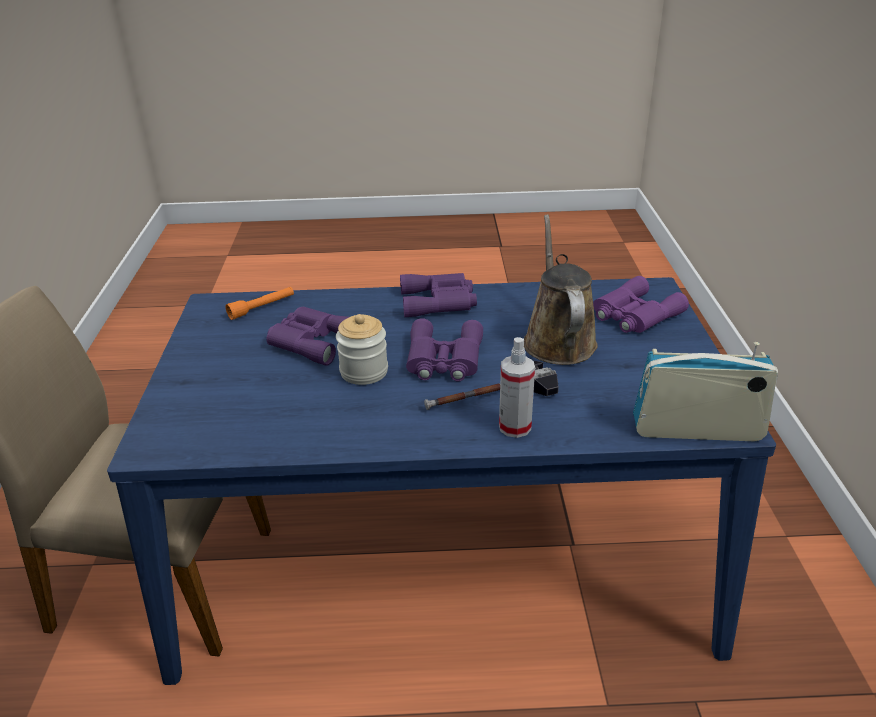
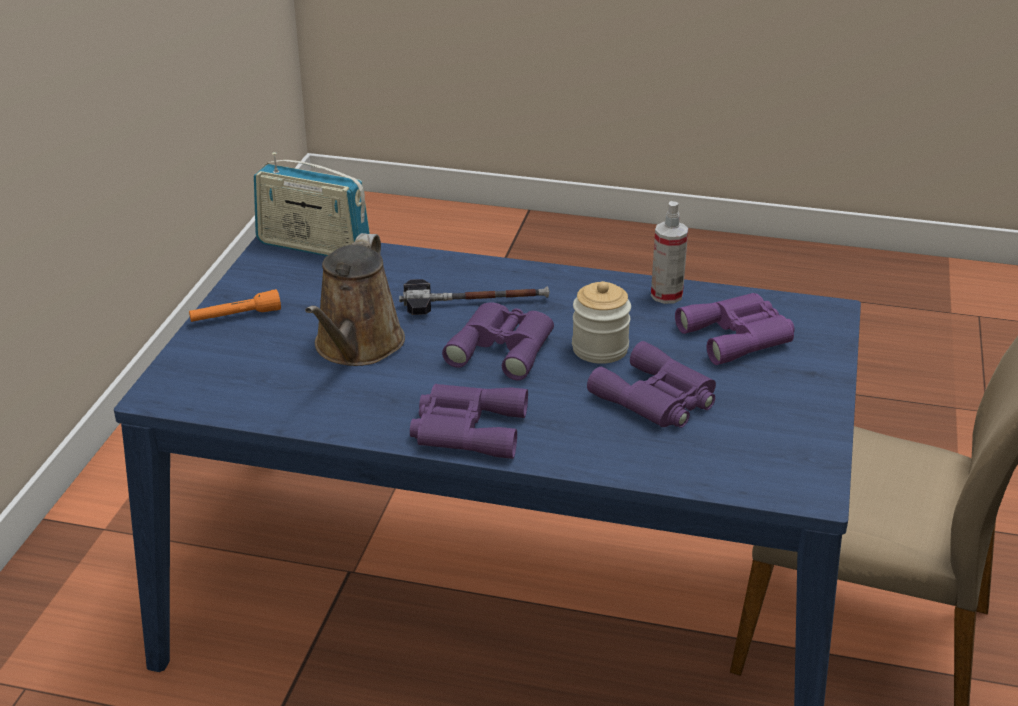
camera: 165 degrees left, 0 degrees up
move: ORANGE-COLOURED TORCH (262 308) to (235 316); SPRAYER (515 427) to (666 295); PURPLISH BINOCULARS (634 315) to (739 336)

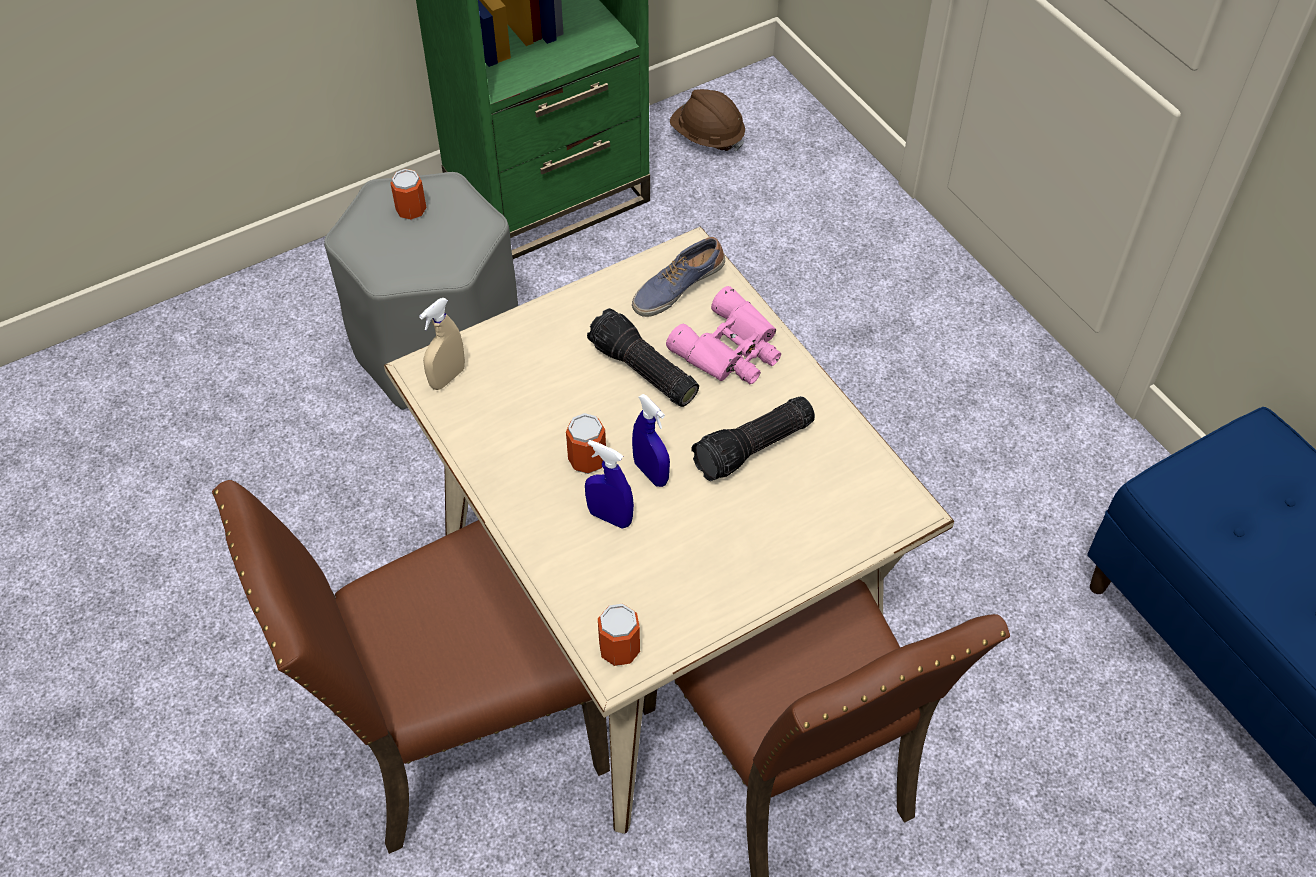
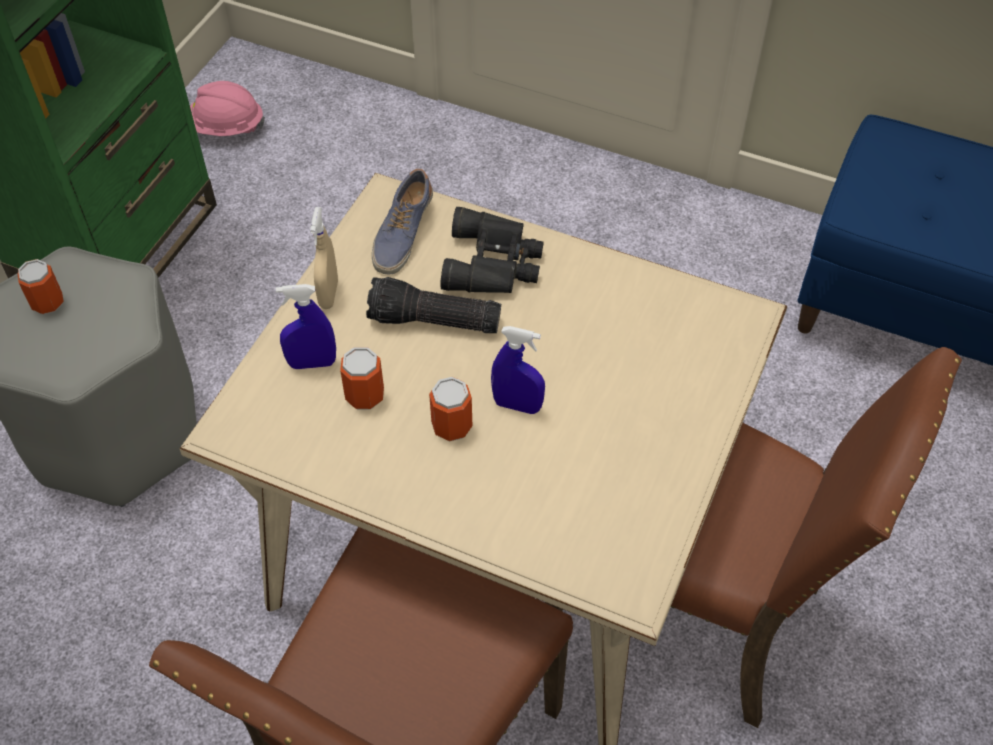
camera: 35 degrees left, 0 degrees up
delete: TORCH (754 449)
move: BLUISH SPRAYER (610 517) to (312 363); SAND-COLOURED SPRAYER (447 378) to (328 294); CAN (619 649) to (365 396)
recolor: BROWN WORK HELMET (707 137) to PINK WORK HELMET (226 128); PINK BINOCULARS (731 350) to BLACK BINOCULARS (494 263)

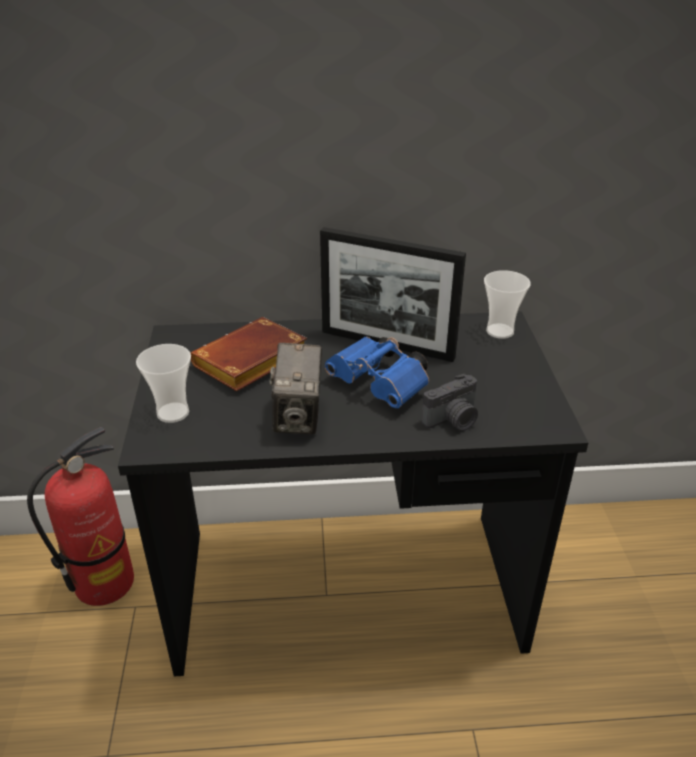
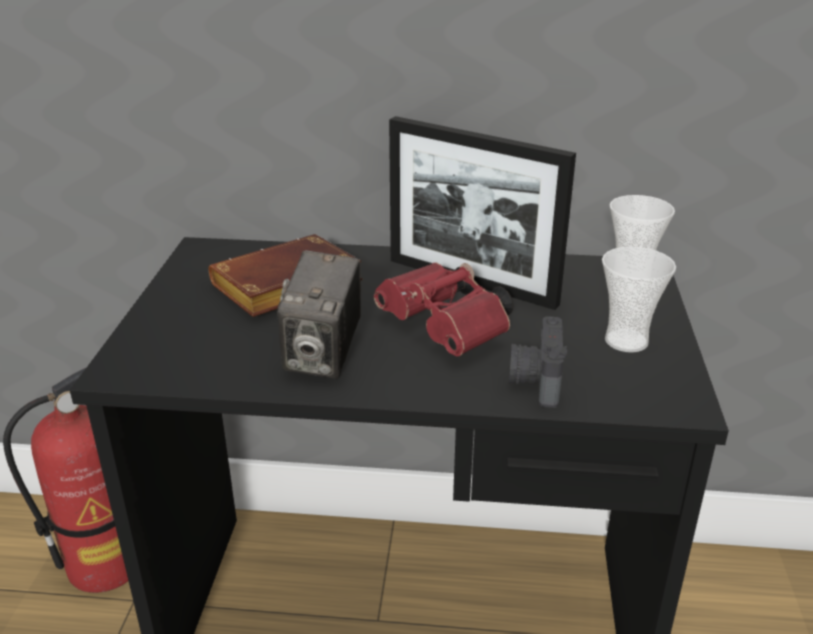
camera: 10 degrees right, 5 degrees down
move: CUP (173 413) to (626 341)
recolor: BLUISH BINOCULARS (381 386) to RED BINOCULARS (448 330)
rotate: PHOTO CAMERA (453 420) = (535 381) 120 degrees clockwise

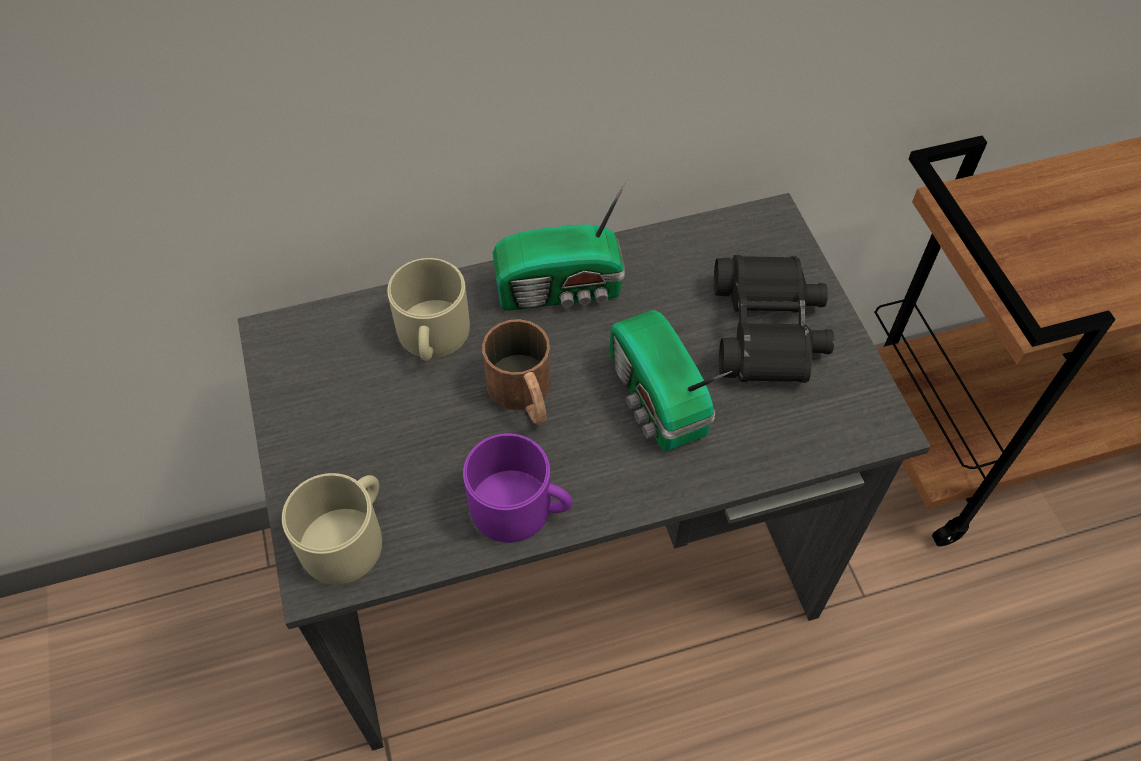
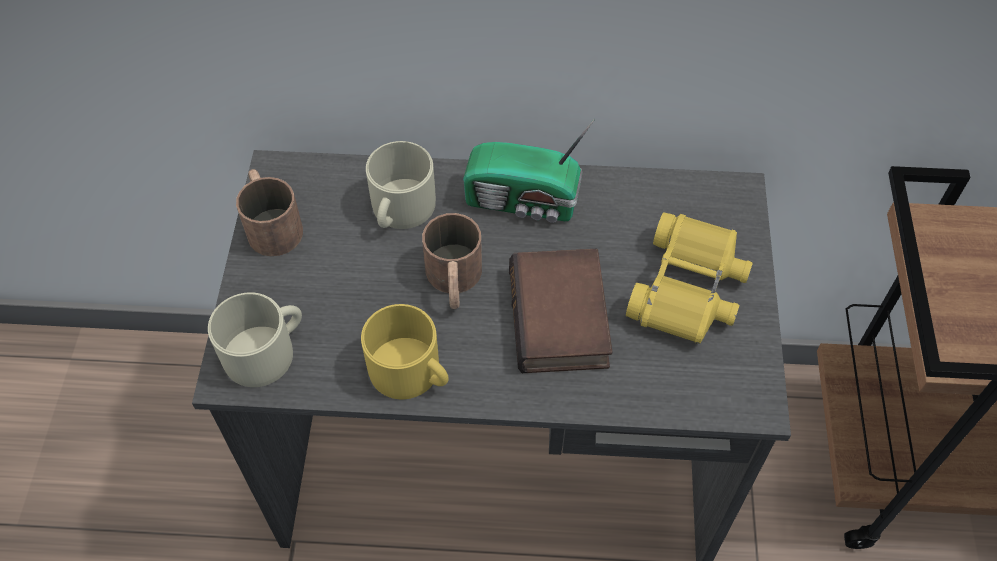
camera: 20 degrees right, 0 degrees up
insert: BROWN COFFEE MUG (270 222)
replace: RADIO SET (656 400) to BOUND BOOK (563 319)
recolor: PURPLISH COFFEE MUG (521 508) to YELLOW COFFEE MUG (411 373); BLACK BINOCULARS (768 330) to YELLOW BINOCULARS (689 288)

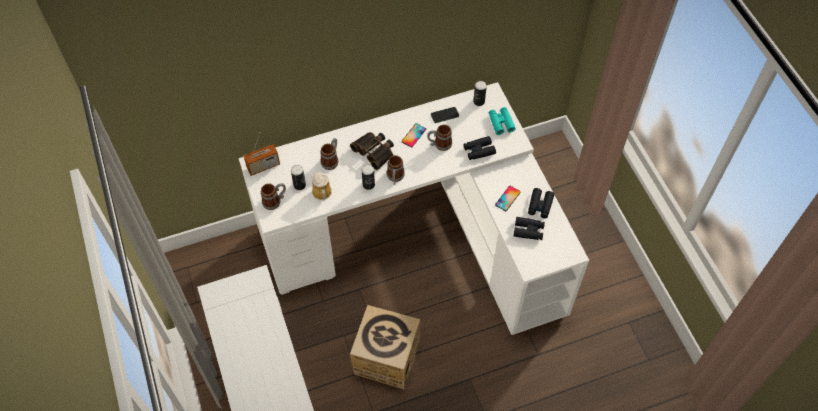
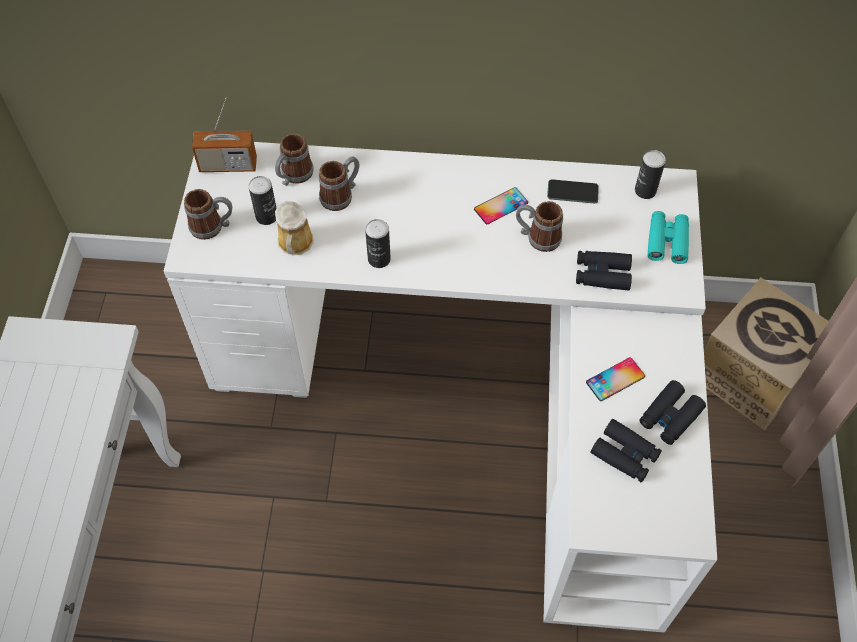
camera: 25 degrees right, 0 degrees up
delete: BINOCULARS (375 151)
move: COFFEE MUG (395 177) to (293 176); CARDBOARD BOX (386 357) to (750 375)

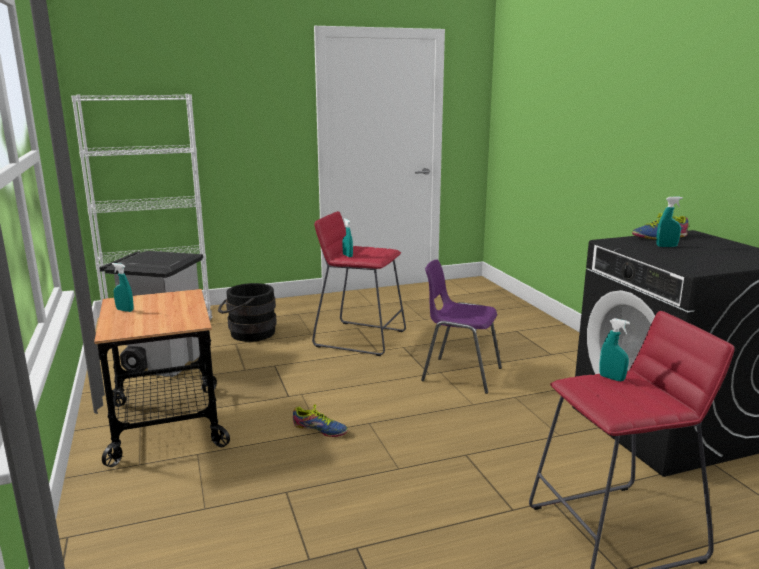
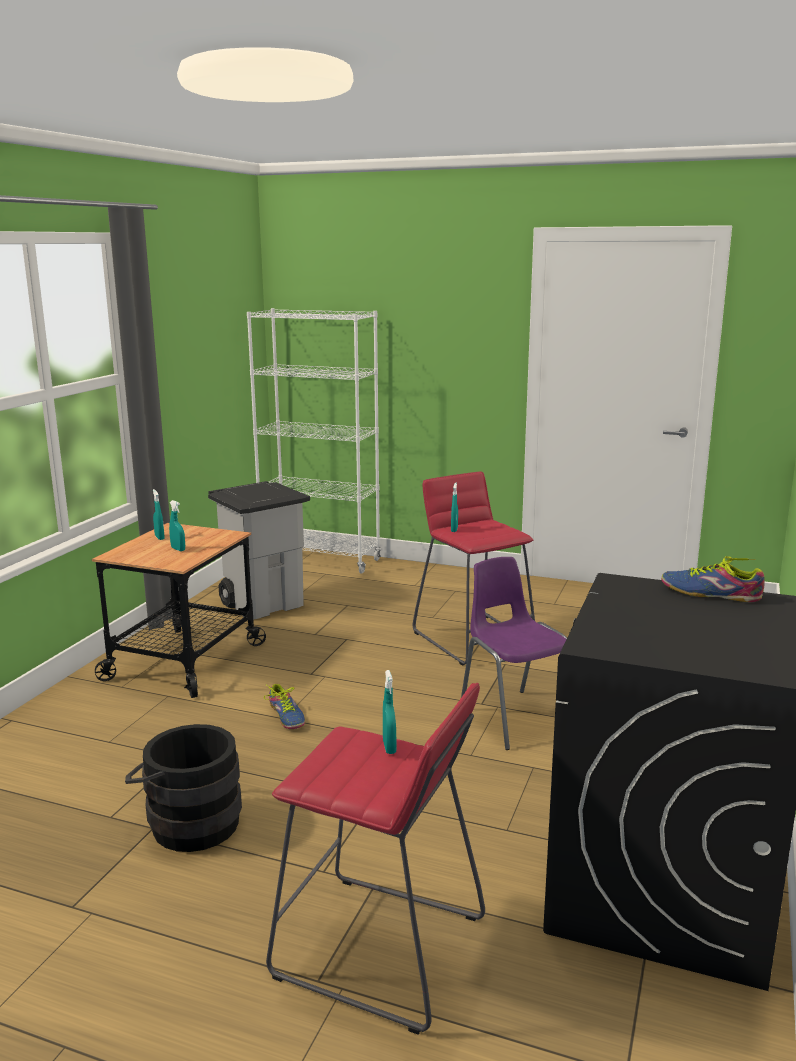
camera: 40 degrees right, 0 degrees up
move: BLACK PAIL (248 333) to (188 822); TURQUOISE SPRAYER (666 246) to (178 549)

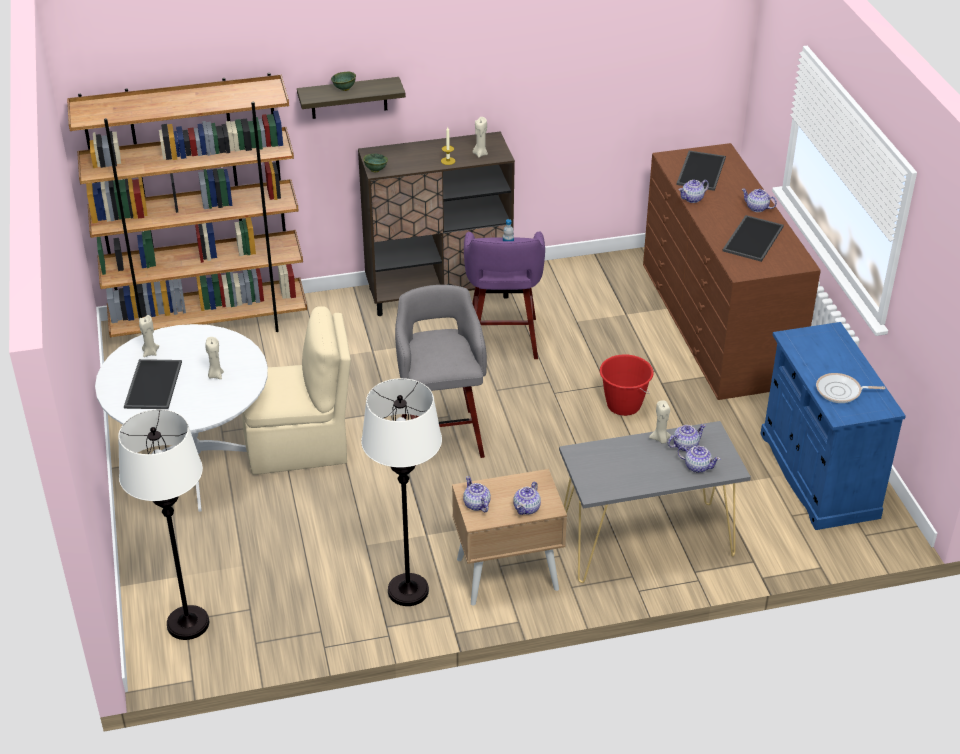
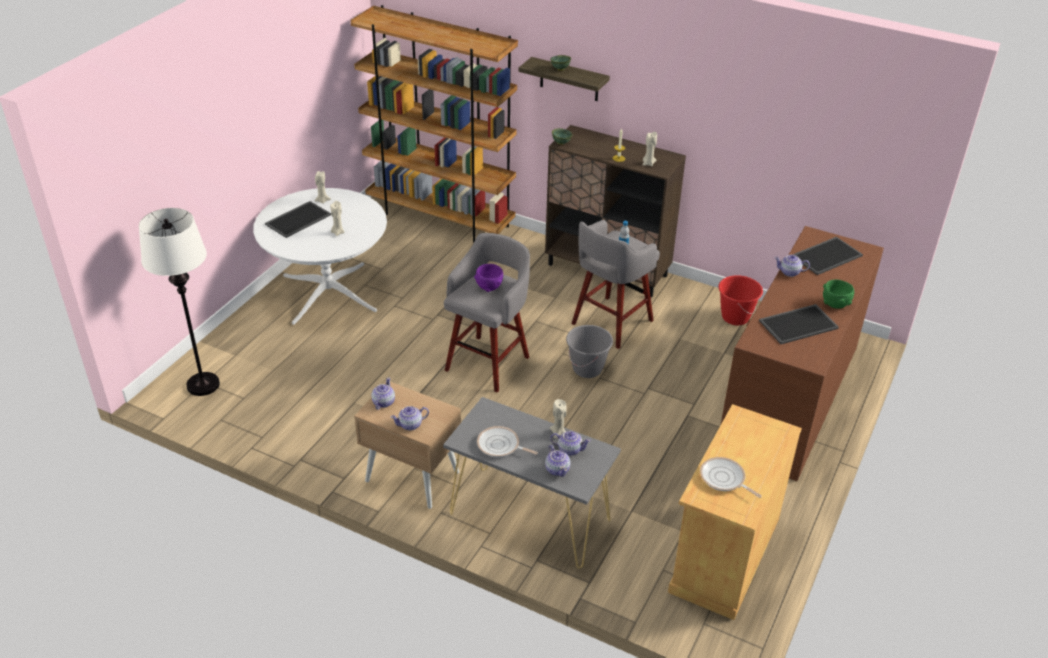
camera: 40 degrees right, 0 degrees up
delete: SAND-COLOURED CHAIR (300 446); WHITE-COLOURED FLOOR LAMP (407 591)
insert: PURPLISH SERVING BOWL (489 287); FRYING PAN (500 446); GRAY PAIL (587 369)
move: RED PAIL (623 405) to (735 317)
replace: POT FOR TEA (757 208) to GREEN-COLOURED SERVING BOWL (835 304)
recolor: PURPLISH STOOL (503 340) to GRAY STOOL (610 323); BLUISH CUPBOARD (818 475) to SAND-COLOURED CUPBOARD (724 554)

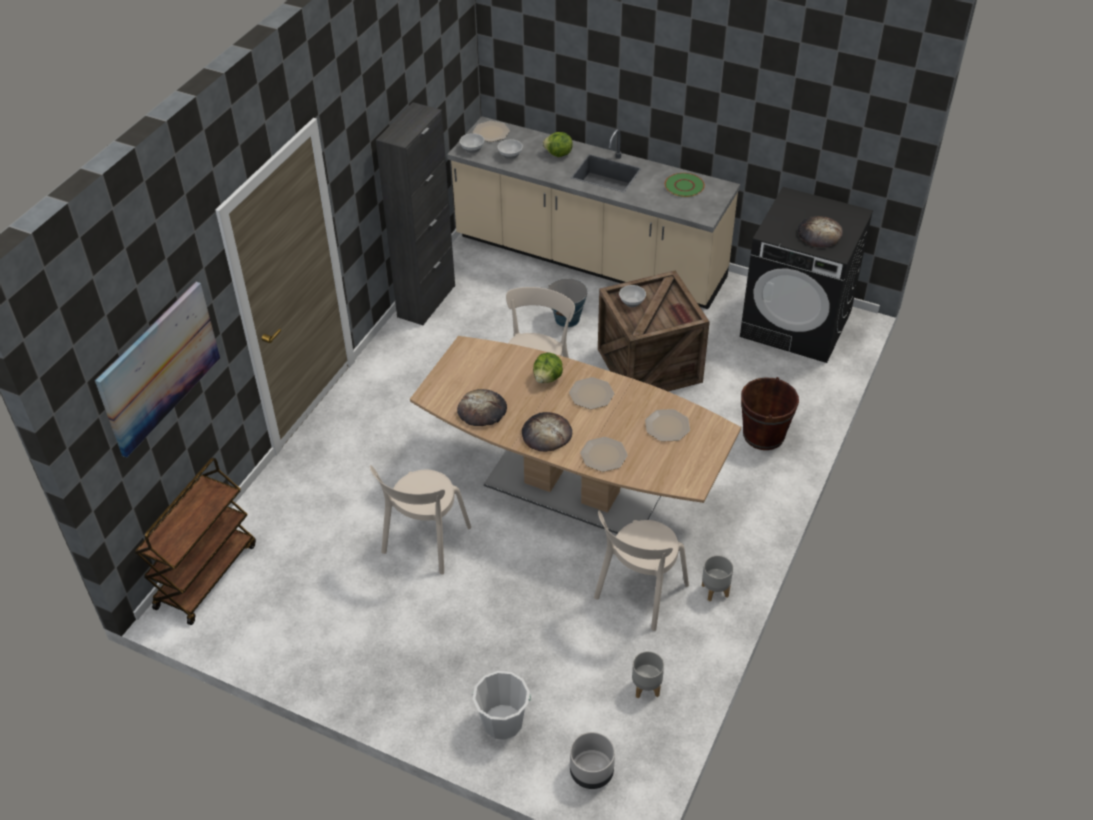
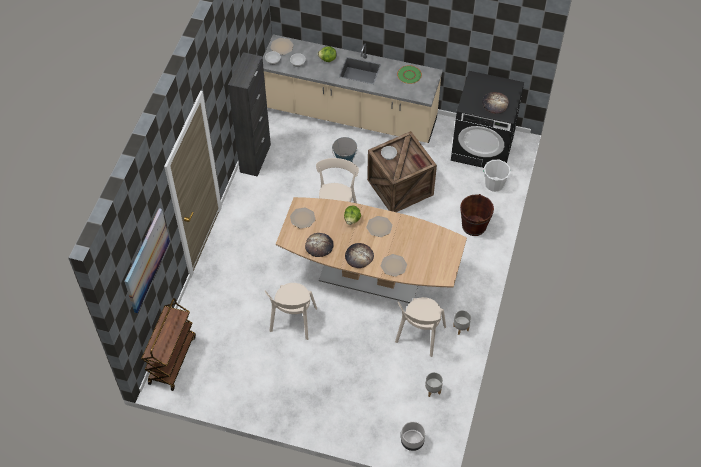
camera: 10 degrees left, 10 degrees up
move: FLAT DISH (667 426) to (302 218); WHITE-COLOURED PAIL (502 722) to (494 184)

